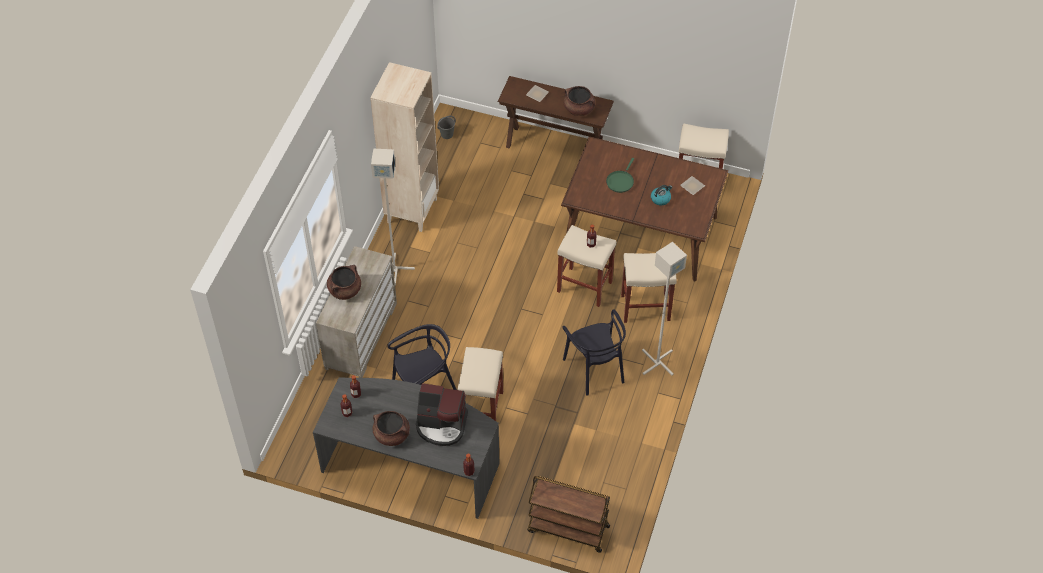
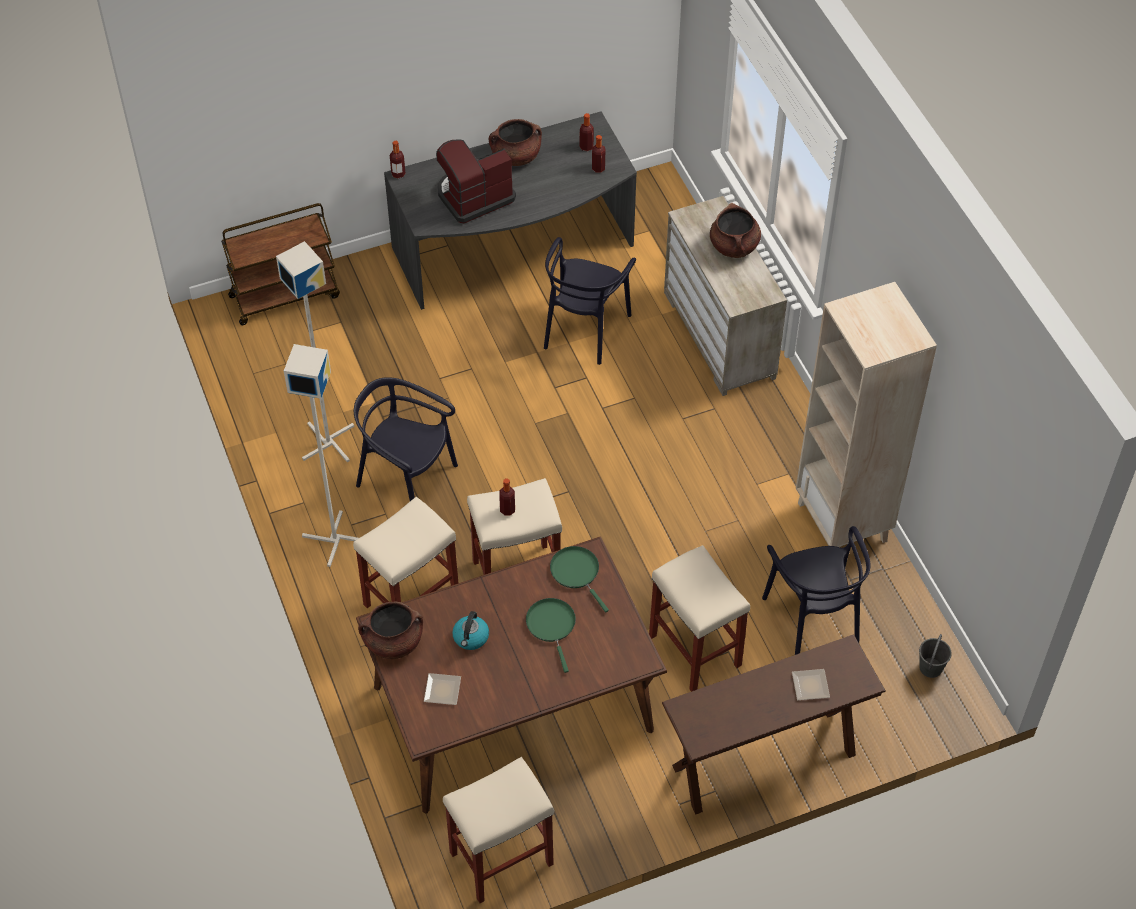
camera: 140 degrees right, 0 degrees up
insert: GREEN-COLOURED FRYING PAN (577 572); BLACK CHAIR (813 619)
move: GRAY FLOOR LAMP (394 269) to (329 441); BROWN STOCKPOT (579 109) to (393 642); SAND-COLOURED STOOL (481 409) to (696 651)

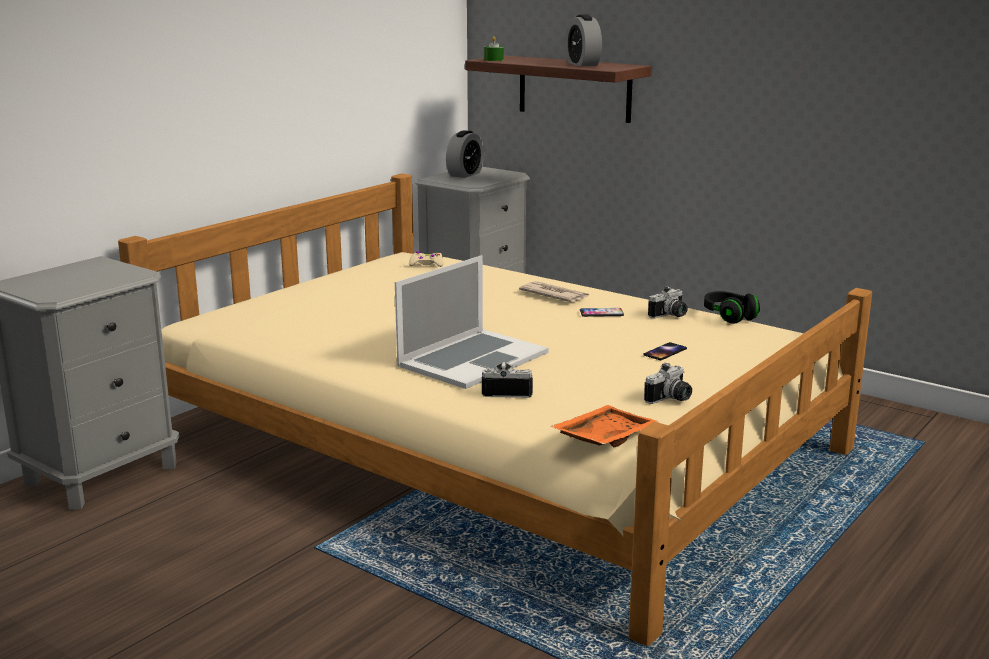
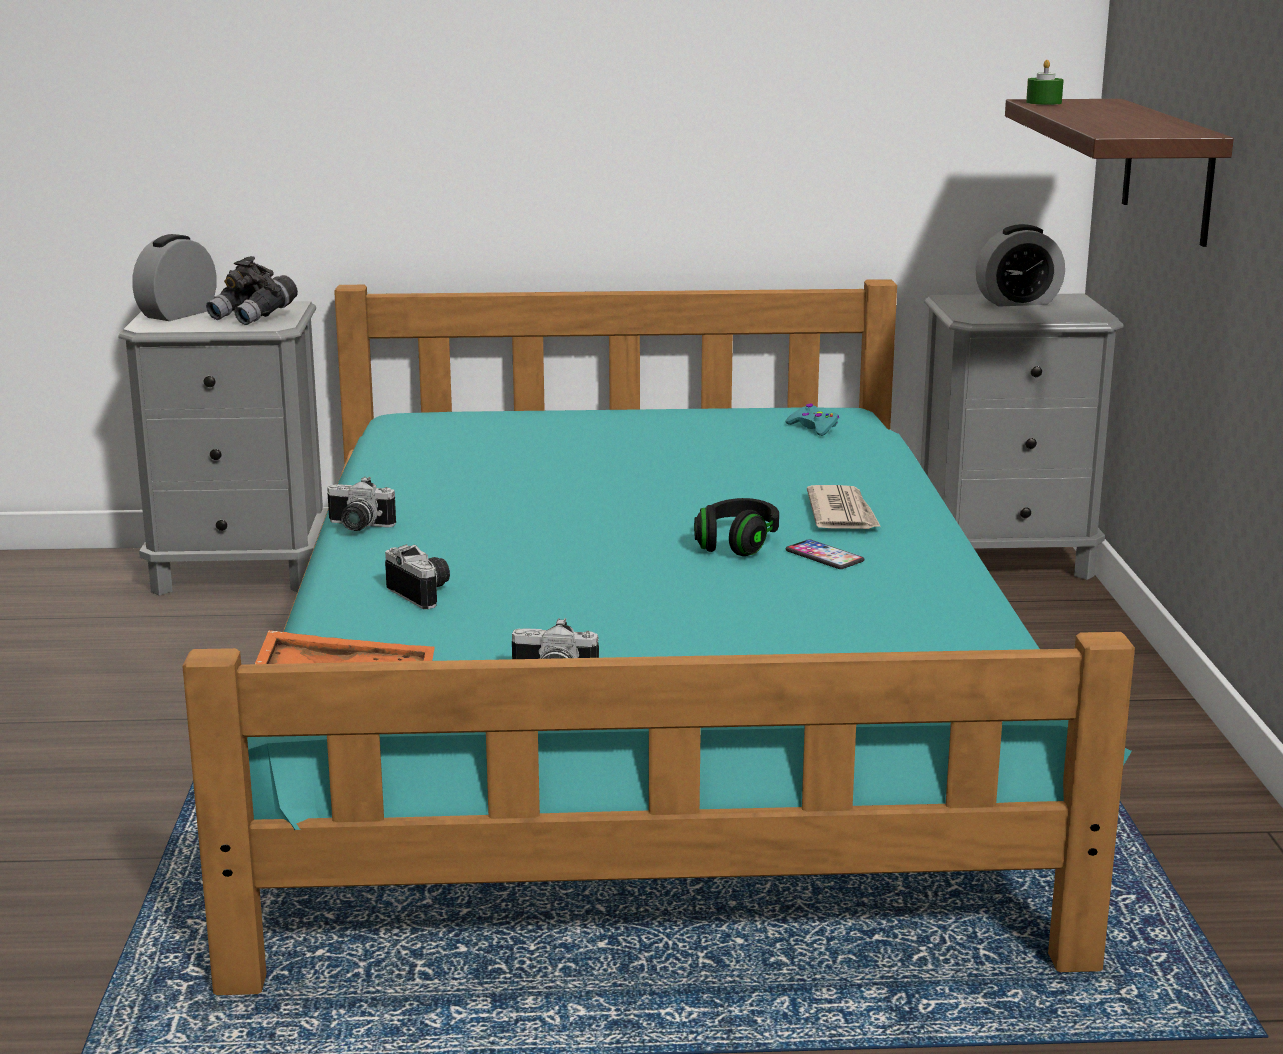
camera: 50 degrees right, 0 degrees up
delete: NOTEBOOK COMPUTER (472 359); HANDSET (665 352)
insert: GRAY BINOCULARS (254 317)
move: TABLE CLOCK (582 64) to (178 314); PHOTO CAMERA (670 316) to (357 527); BLACK PAIR OF HEADPHONES (729 316) to (737 544)
recolor: SAND-COLOURED BED (494 441) to TURQUOISE BED (638 710); SAND-COLOURED GAMEPAD (426 264) to TURQUOISE GAMEPAD (813 428)

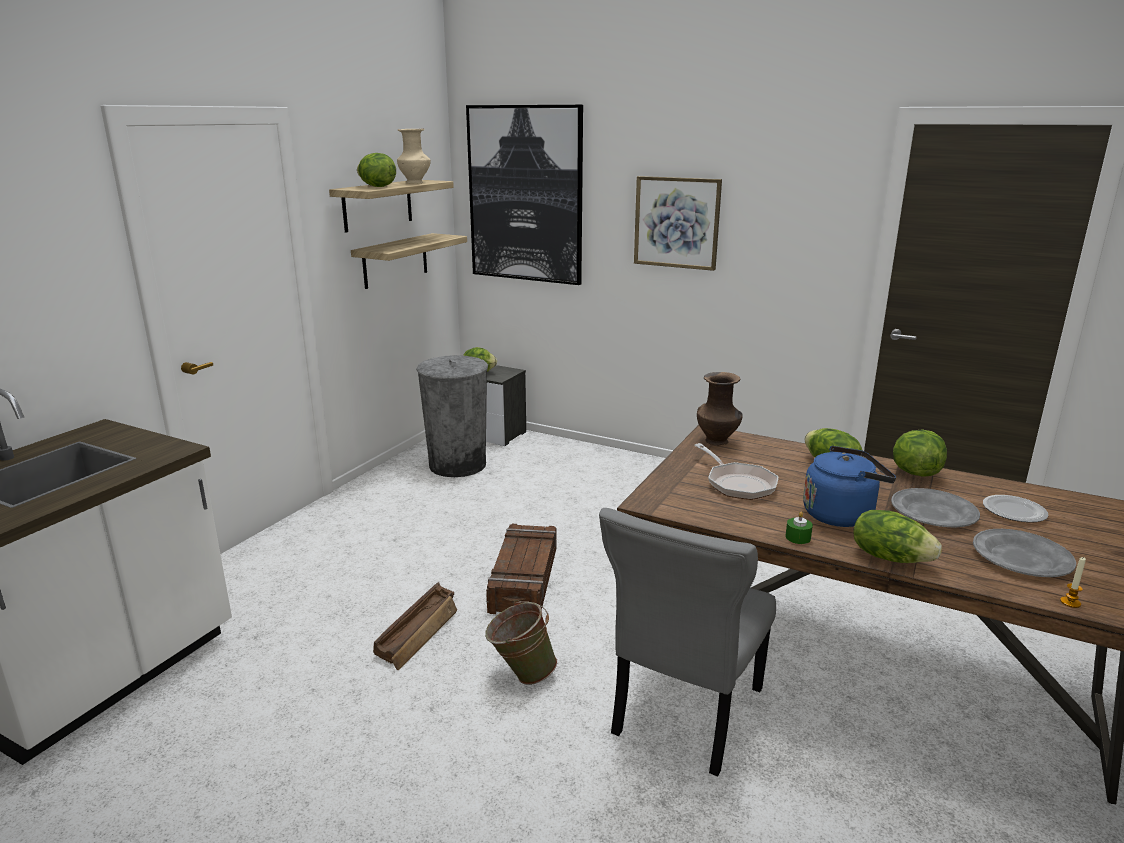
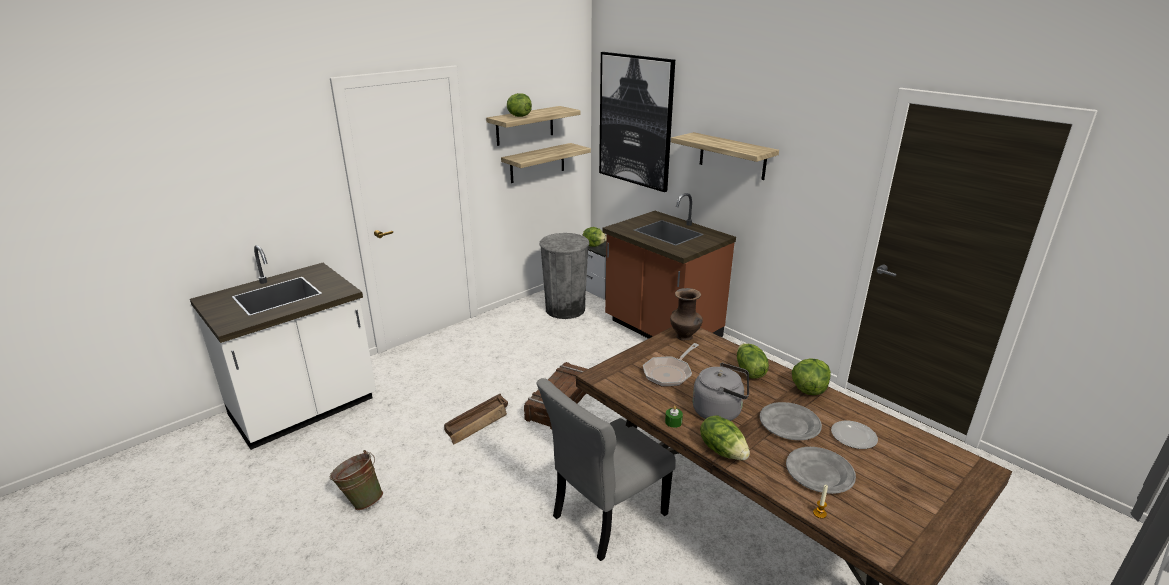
camera: 20 degrees right, 5 degrees up
delete: SAND-COLOURED VASE (415 183)
insert: BROWN KITCHEN COUNTER (661 330)
move: GREEN-COLOURED PAIL (521 674) to (361 500)
replace: WALL PICTURE (677 222) to SHELF (732 156)
recolor: BLUISH KETTLE (841 514) to GRAY KETTLE (720 411)
rotate: FRYING PAN (737 483) = (669 373) 45 degrees clockwise

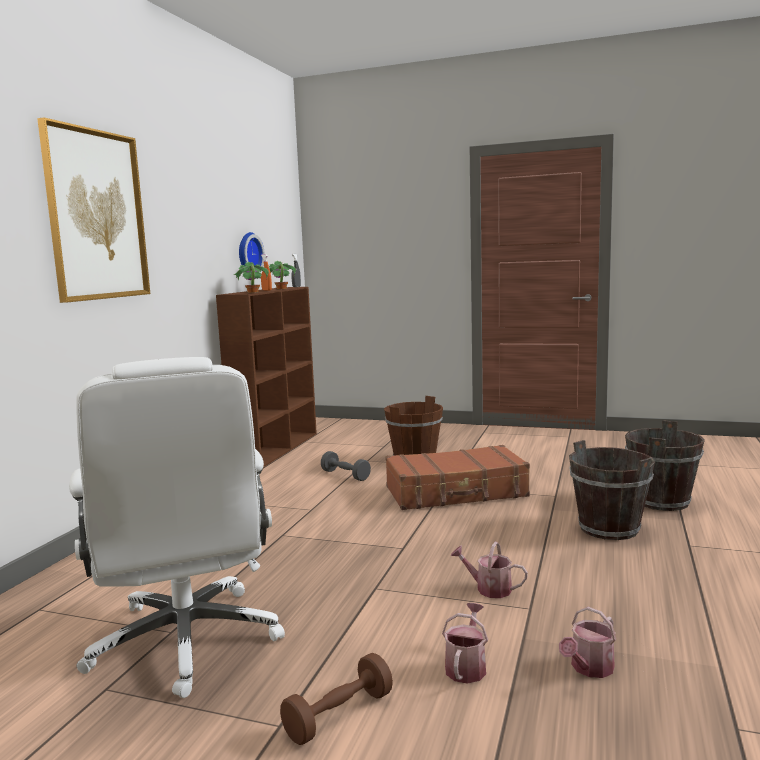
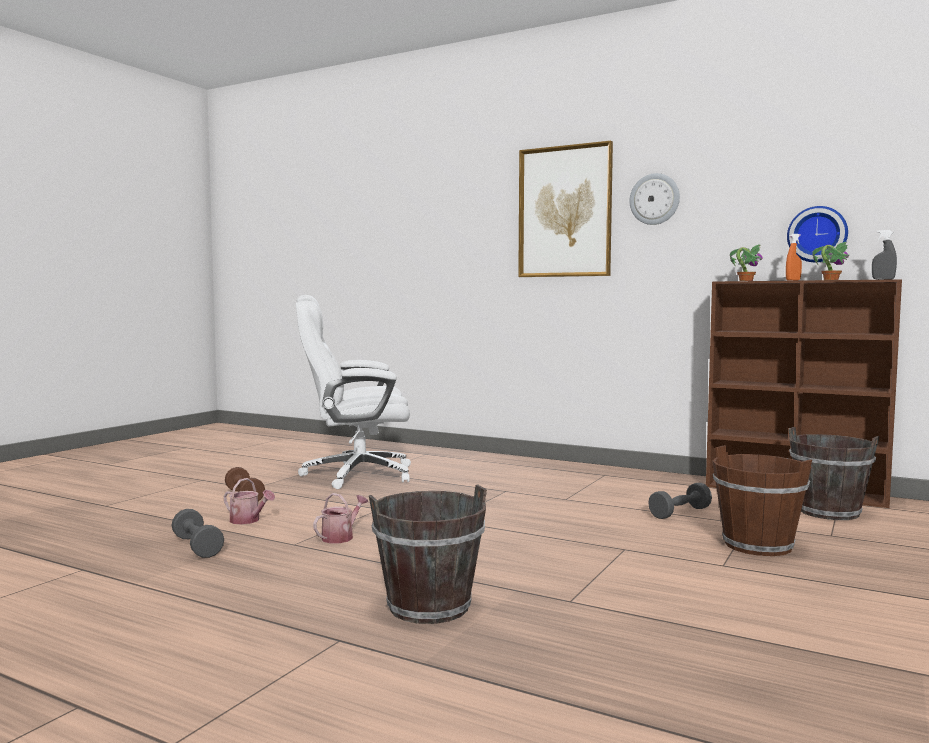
camera: 100 degrees right, 5 degrees down
delete: BROWN TRAVEL CASE (456 492)
insert: CLOCK ON THE WALL (654 199)
move: BROWN PAIL (661 501) to (828 512)
replace: WATERING POT (589 668) to GRAY HAND WEIGHT (197 547)

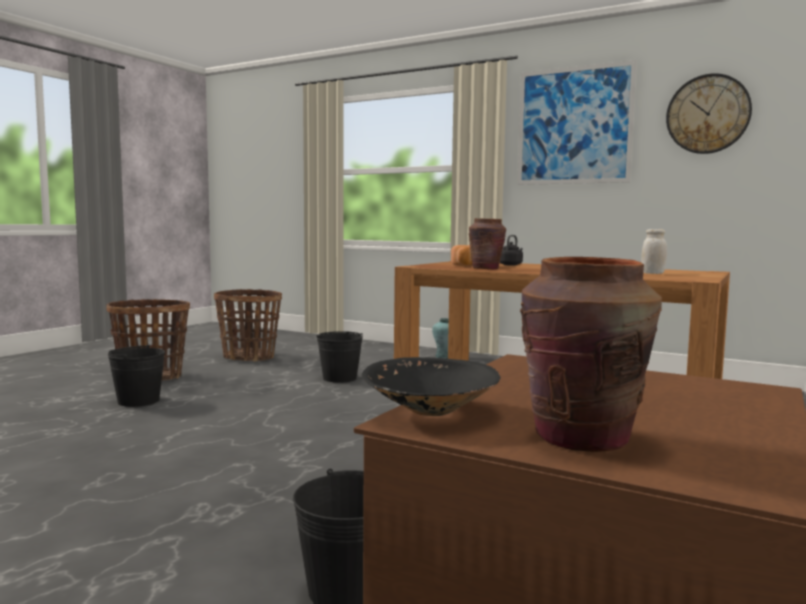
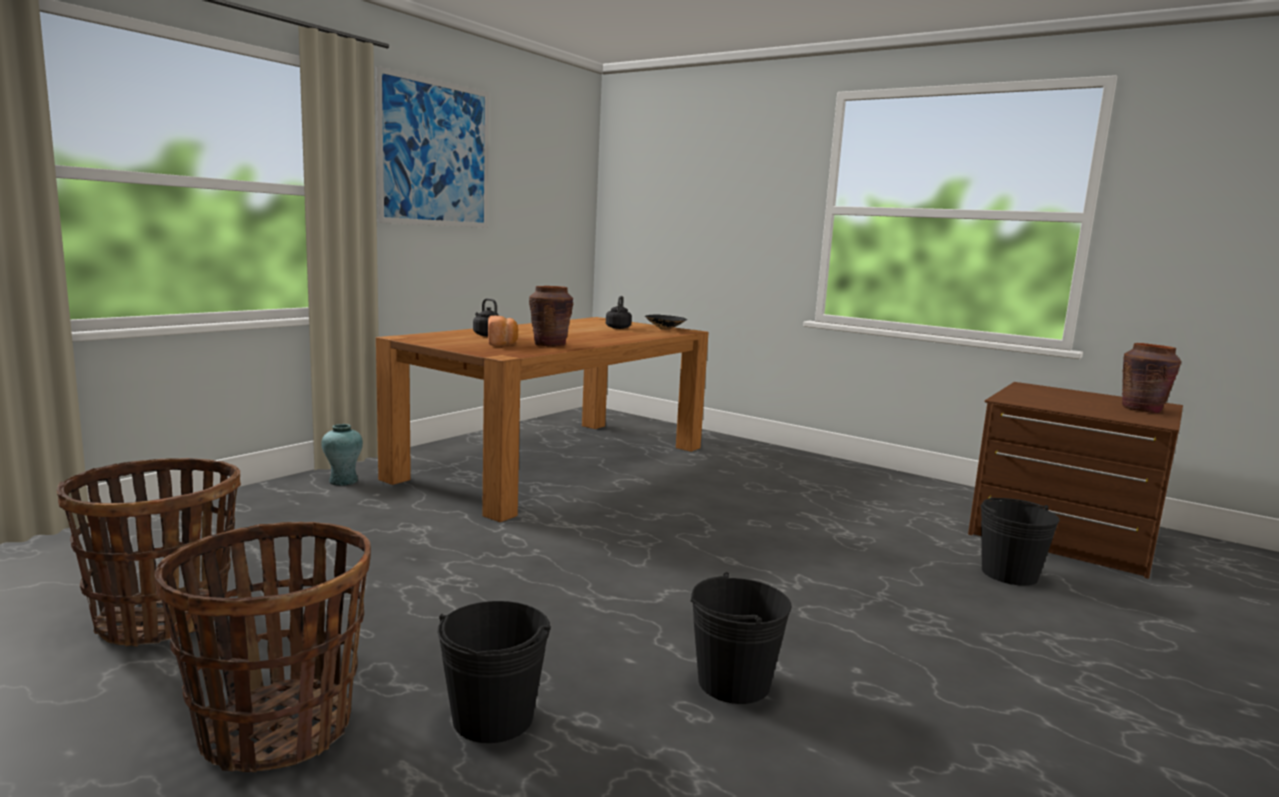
camera: 85 degrees left, 5 degrees up
delete: CLOCK ON THE WALL (708 114)
move: BLACK SERVING BOWL (429 412) to (665 329); BLACK PAIL (339 378) to (733 683)
replace: WHITE-COLOURED JAR (653 273) to BLACK KETTLE (618 327)

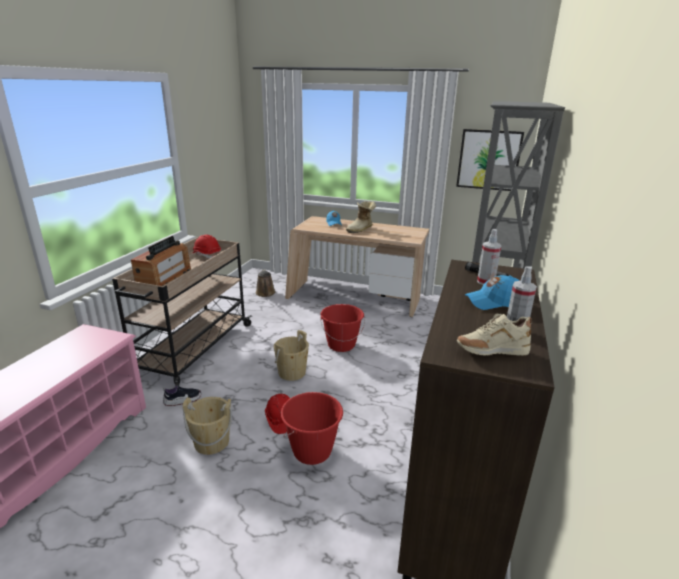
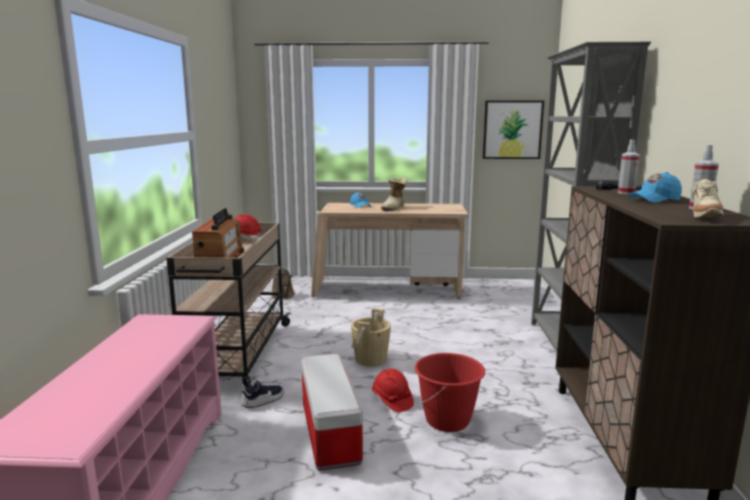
camera: 15 degrees left, 10 degrees down
delete: RED PAIL (341 345)
replace: SAND-COLOURED PAIL (211 442) to STORAGE BOX (329 432)
rotate: SAND-COLOURED ITEM OF FOOTWEAR (491 352) = (704 217) 45 degrees counterclockwise

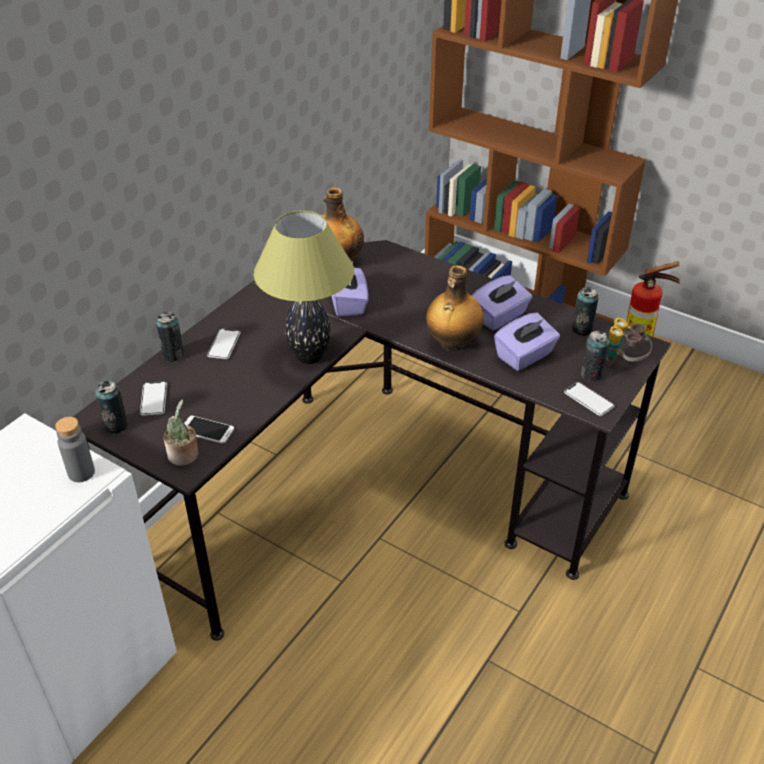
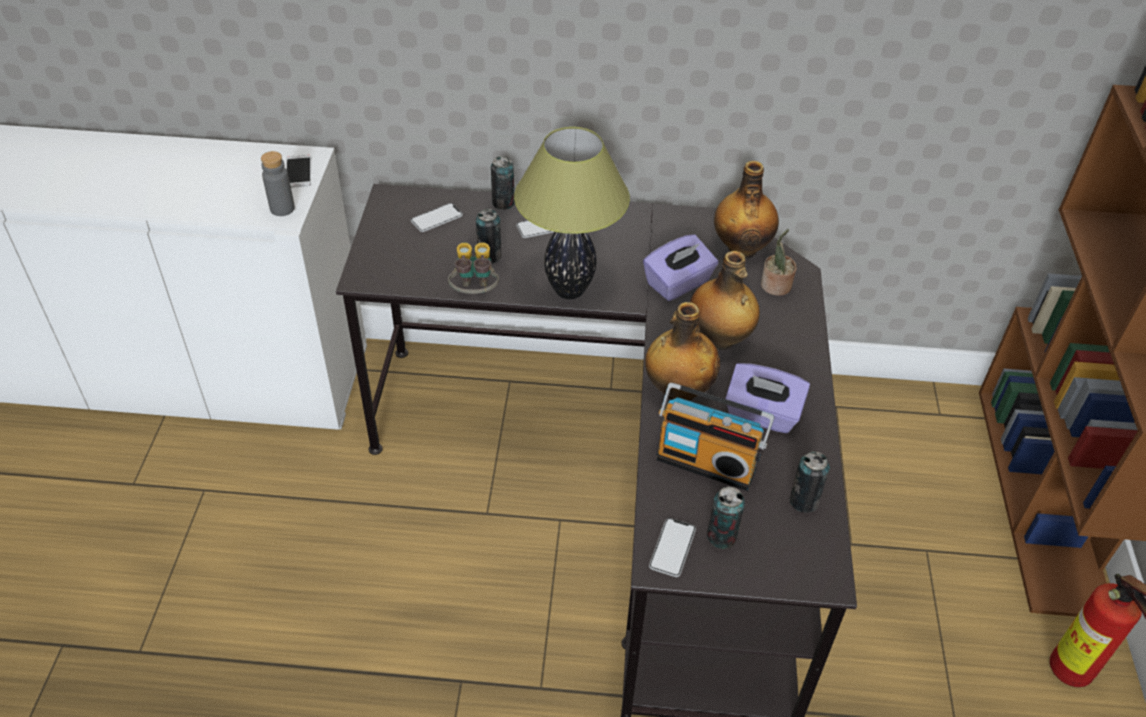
camera: 60 degrees right, 5 degrees up
insert: BEVERAGE BOTTLE (718 340)
move: HANDSET (207 430) to (298 172); BINOCULARS (623 362) to (475 293); CAN (116 426) to (489 256); PLANT IN A POT (184 456) to (775 286)
replace: PURPLISH TISSUE HOLDER (525 356) to RADIO SET (707 461)

